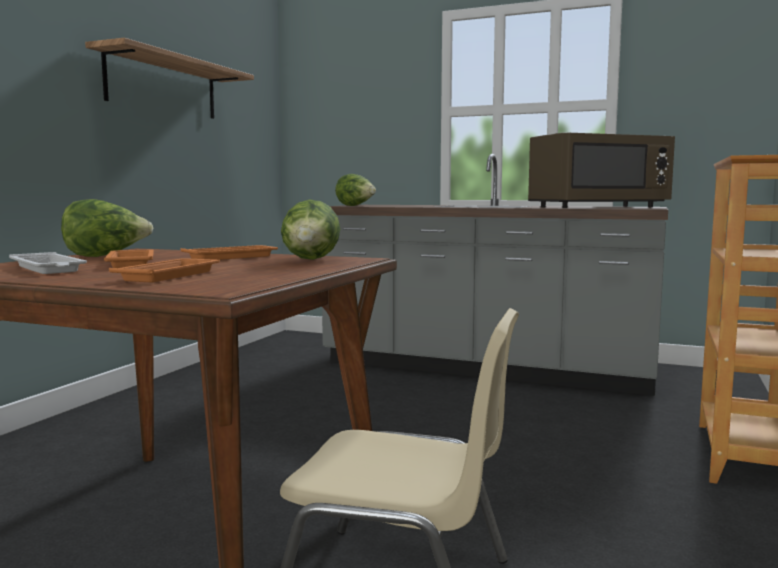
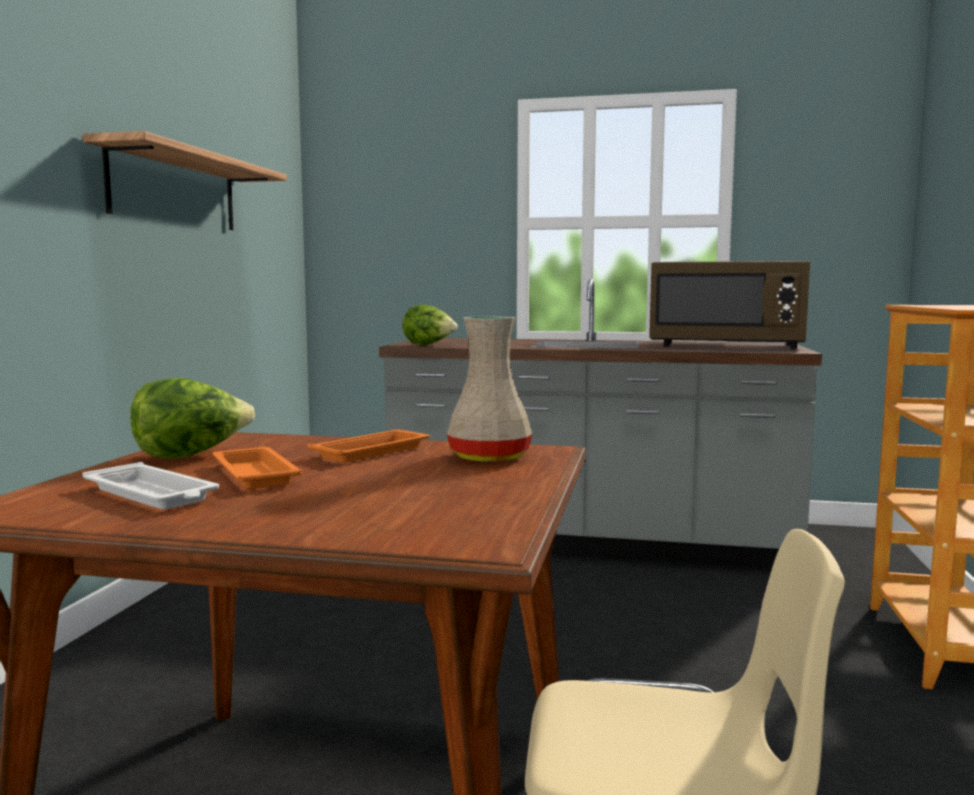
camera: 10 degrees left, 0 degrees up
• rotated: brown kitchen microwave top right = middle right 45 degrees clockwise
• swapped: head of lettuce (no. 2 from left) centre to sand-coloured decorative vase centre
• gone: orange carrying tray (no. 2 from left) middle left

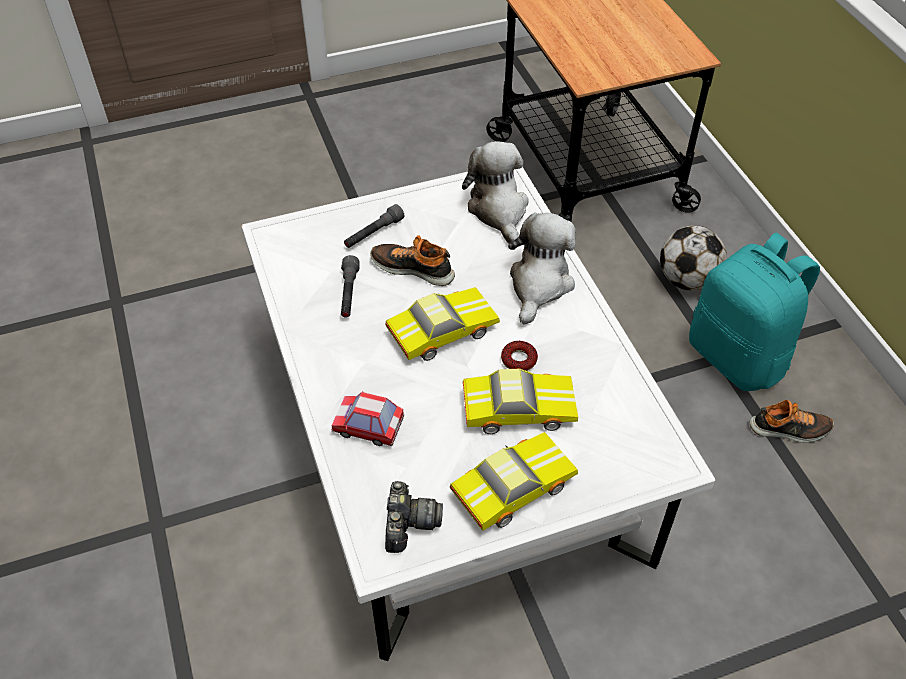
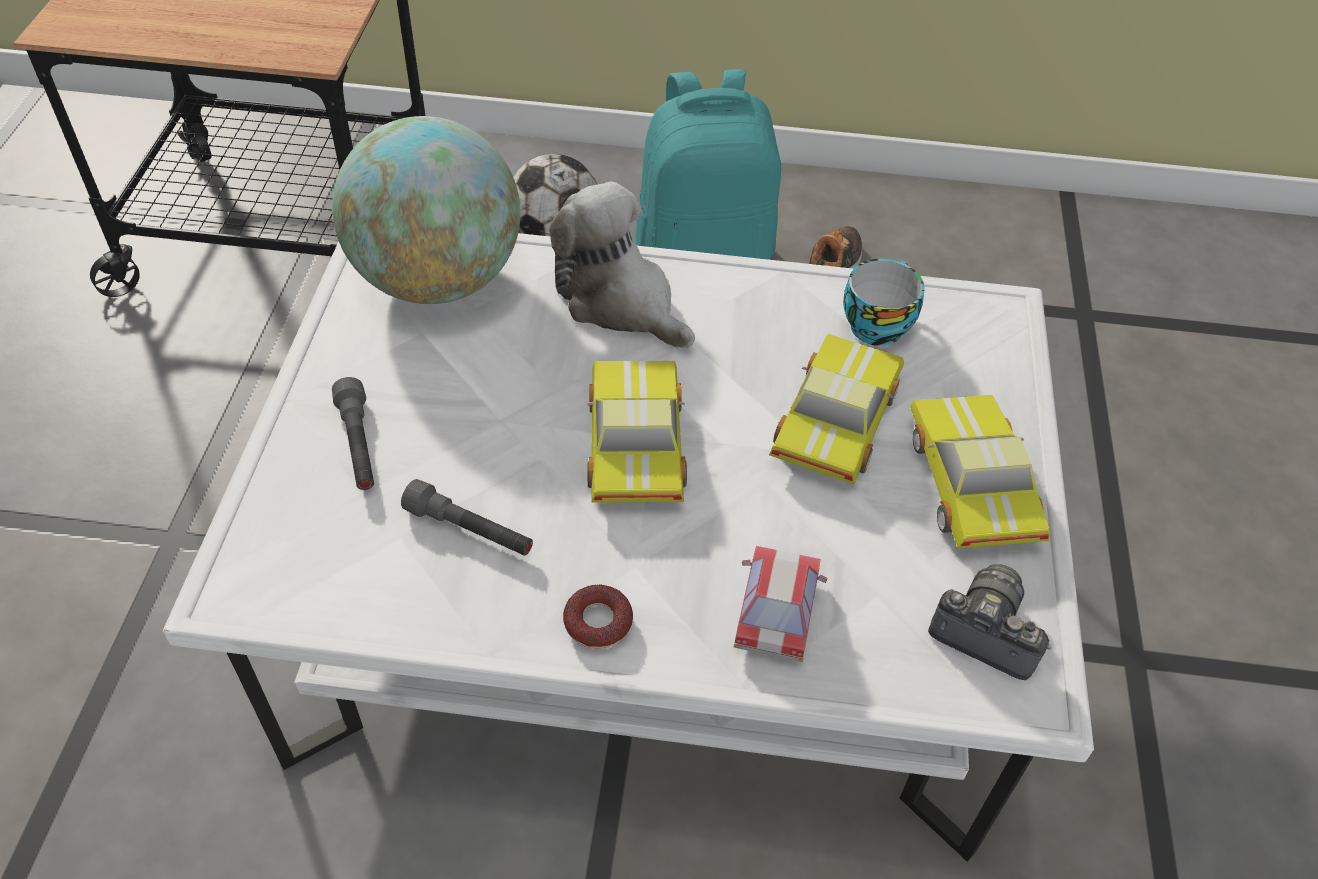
camera: 65 degrees left, 0 degrees up
• swapped: cuddly toy (no. 1 from left) top centre to world globe top left
• gone: shoe (no. 1 from left) centre
• shifted: ring doughnut centre to bottom centre
• rotated: miniature car (no. 1 from left in the first image) centre = bottom centre 150 degrees clockwise
• new: small cup middle right

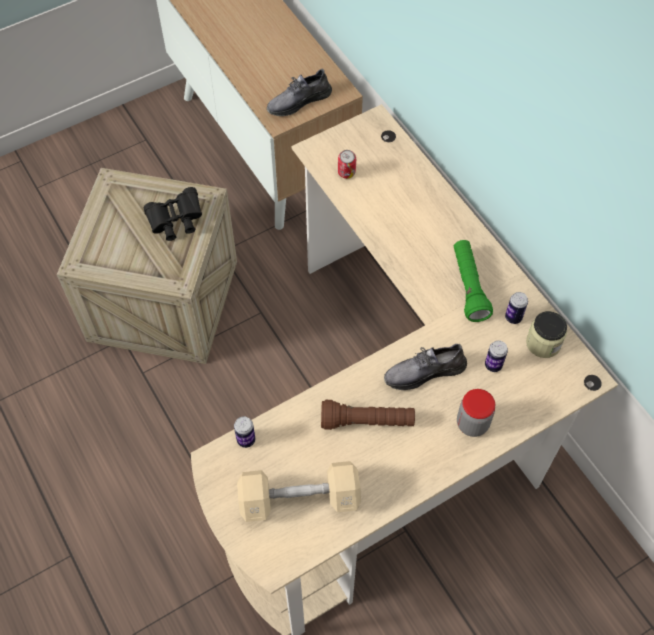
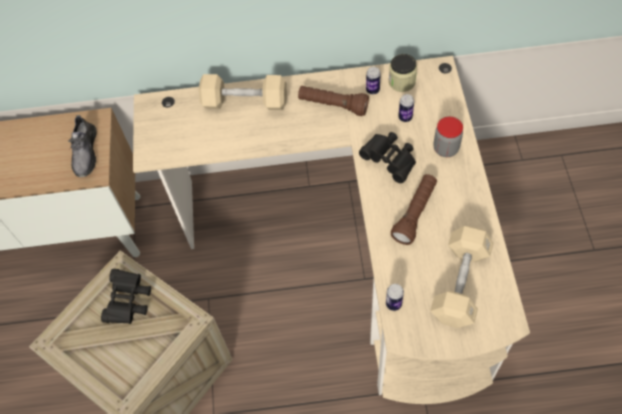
camera: 60 degrees left, 0 degrees up
• gone: metal can (no. 2 from left) top centre
• repainted: green torch middle right to brown torch (no. 1 from left) top centre
• swapped: greyish shoe (no. 2 from left) centre to black pair of binoculars (no. 2 from left) centre
• new: sand-coloured free weight (no. 1 from left) top centre

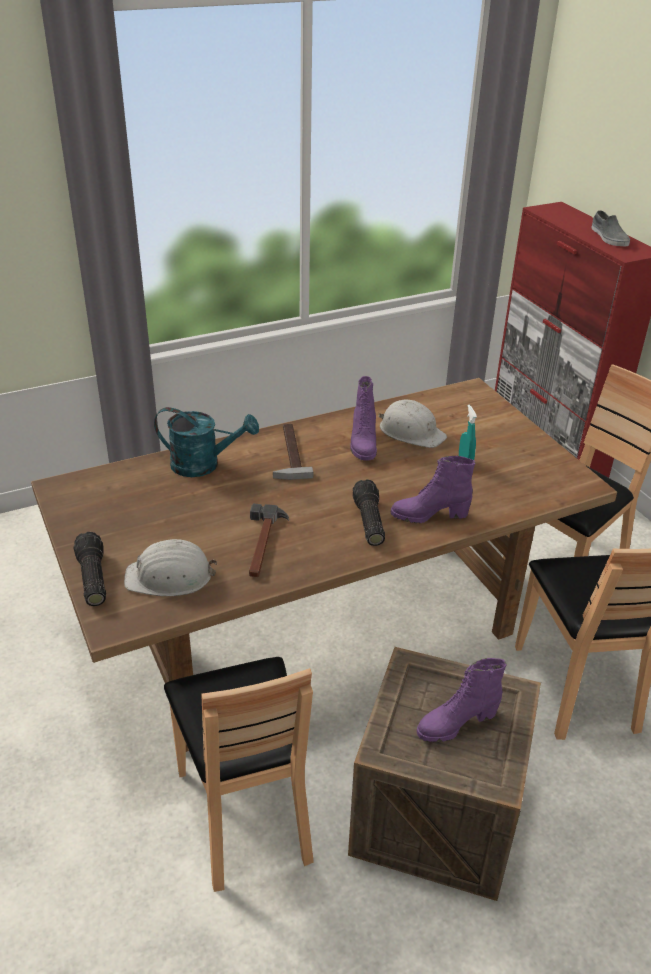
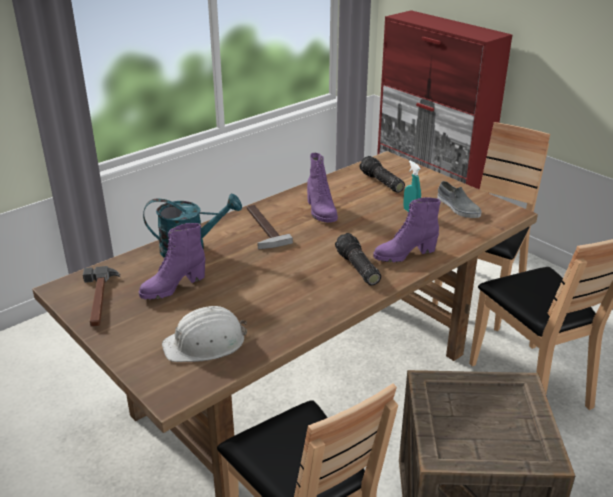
camera: 15 degrees left, 5 degrees down
• shifted: greyish shoe top right to middle right
• gone: whitish work helmet (no. 2 from left) centre
• shifted: hand hammer (no. 1 from left) centre to middle left
• shifted: torch (no. 1 from left in the first image) middle left to torch (no. 2 from left) centre
• shifted: purple boot (no. 3 from left in the first image) bottom right to purple boot (no. 1 from left) middle left

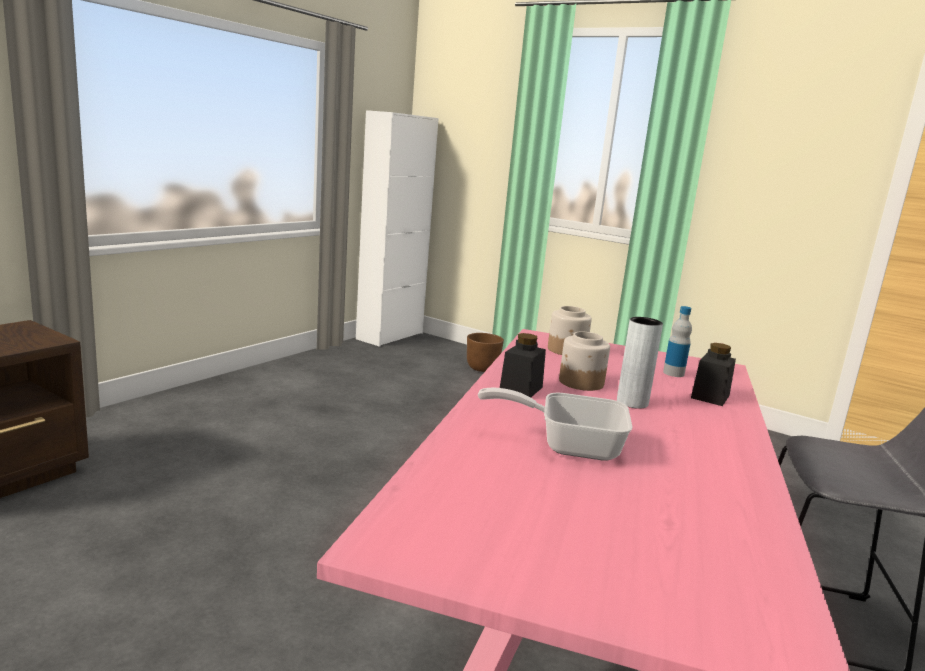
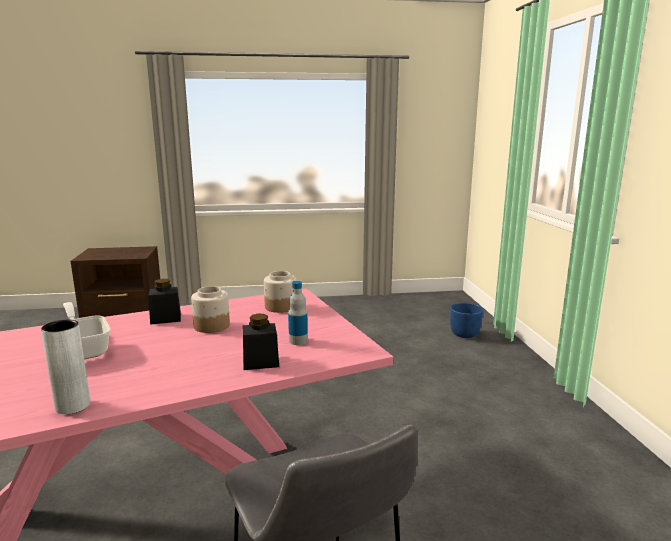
camera: 50 degrees right, 0 degrees up
• gone: whitish cupboard centre
• shifted: greyish decorative vase middle right to bottom left
• repainted: brown planter centre to blue-coloured planter middle right

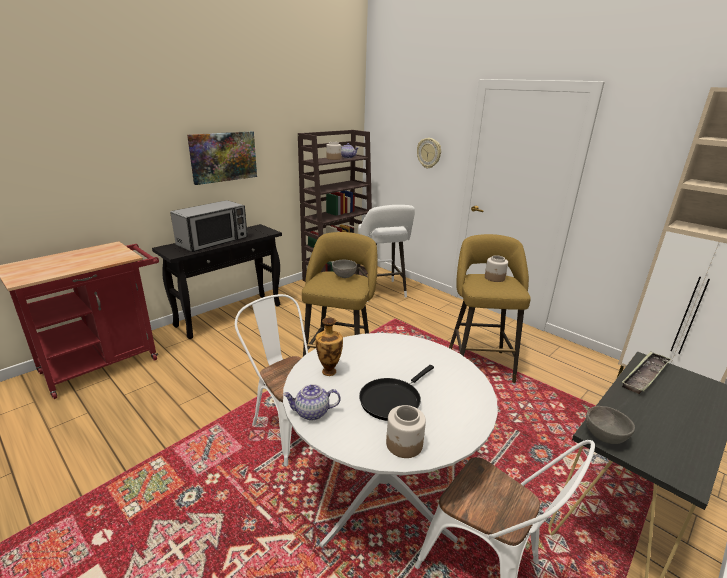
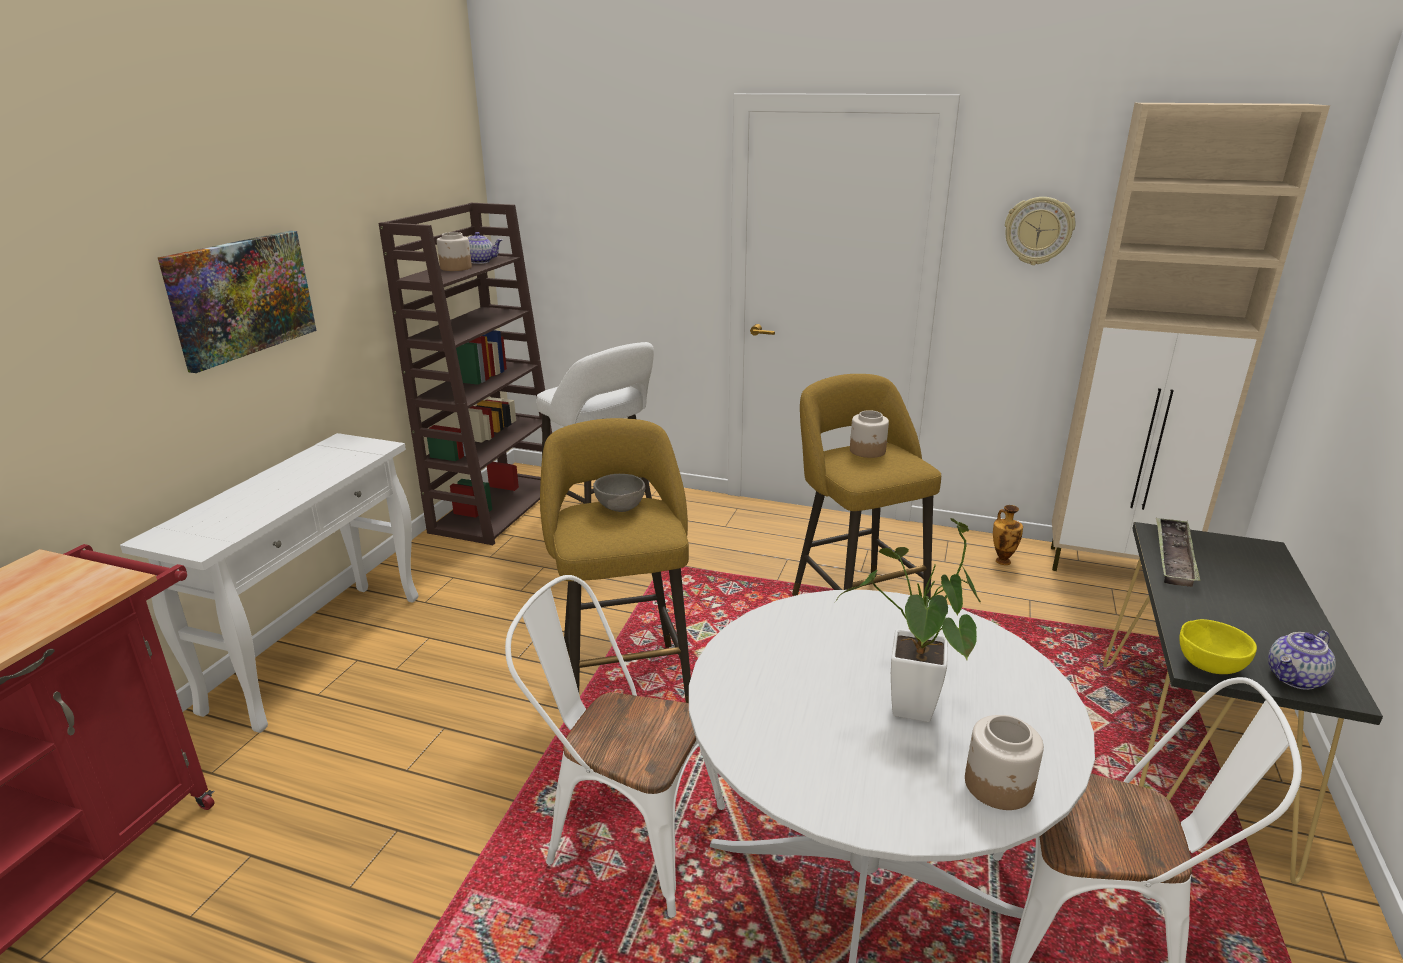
camera: 25 degrees left, 0 degrees up
• shifted: clock on the wall top centre to top right
• gone: kitchen microwave middle left
• repainted: black narrow table (no. 1 from left) middle left to whitish narrow table middle left
• shifted: decorative vase centre to middle right
• swapped: black skillet bottom centre to plant in a pot centre
• shifted: teapot (no. 1 from left in the first image) bottom centre to teapot (no. 2 from left) bottom right
• repainted: greyish deep dish (no. 2 from left) bottom right to yellow-coloured deep dish bottom right

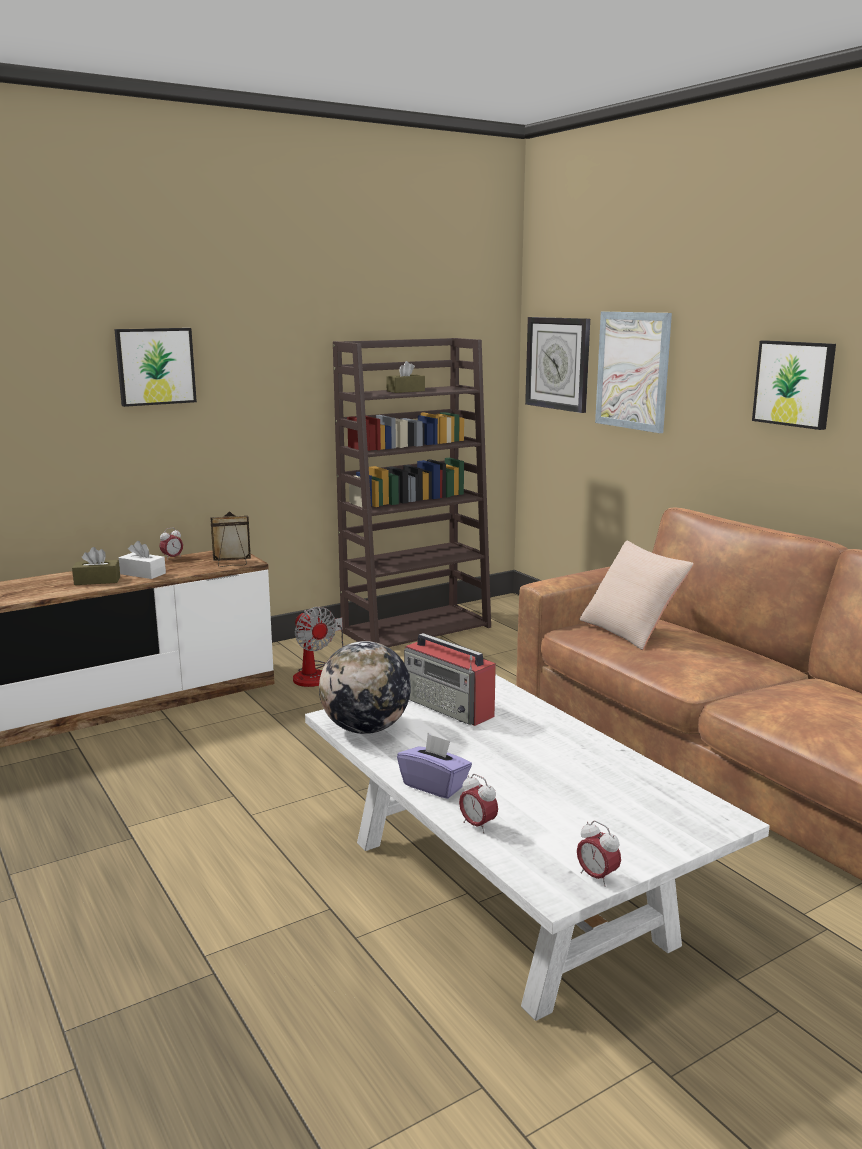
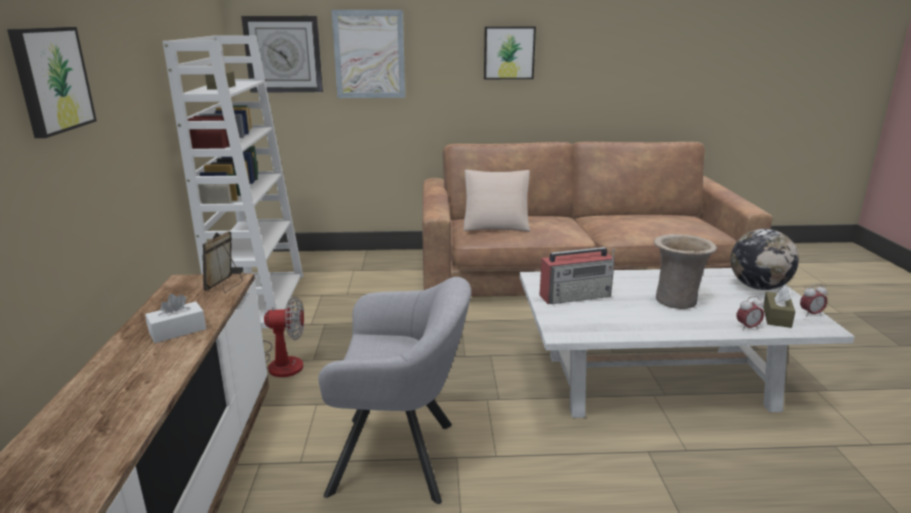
camera: 60 degrees left, 5 degrees up
• repainted: brown bookshelf centre to whitish bookshelf middle left
• gone: alarm clock (no. 1 from left) middle left
• shifted: brown tissue box (no. 1 from left in the first image) middle left to brown tissue box (no. 2 from left) middle right
• shifted: world globe centre to middle right
• gone: purple tissue box bottom centre
• new: sand-coloured decorative vase middle right
• new: greyish armchair bottom centre

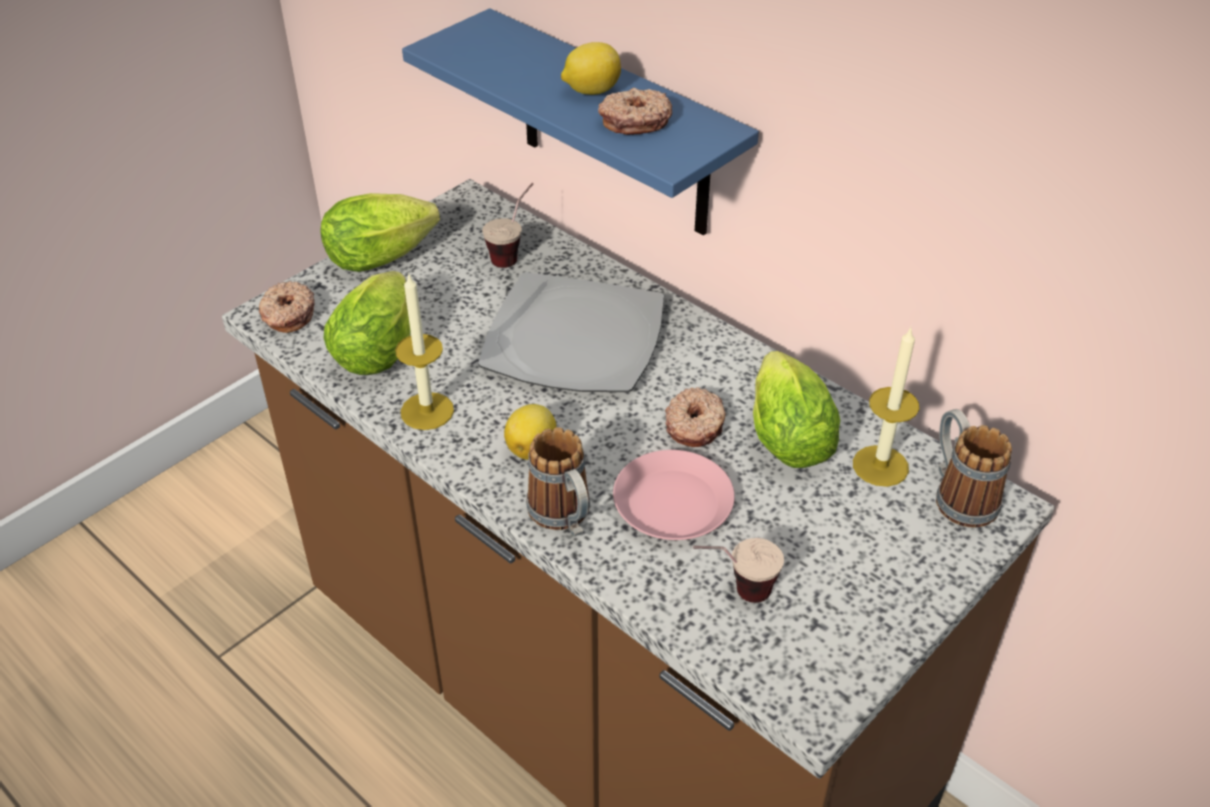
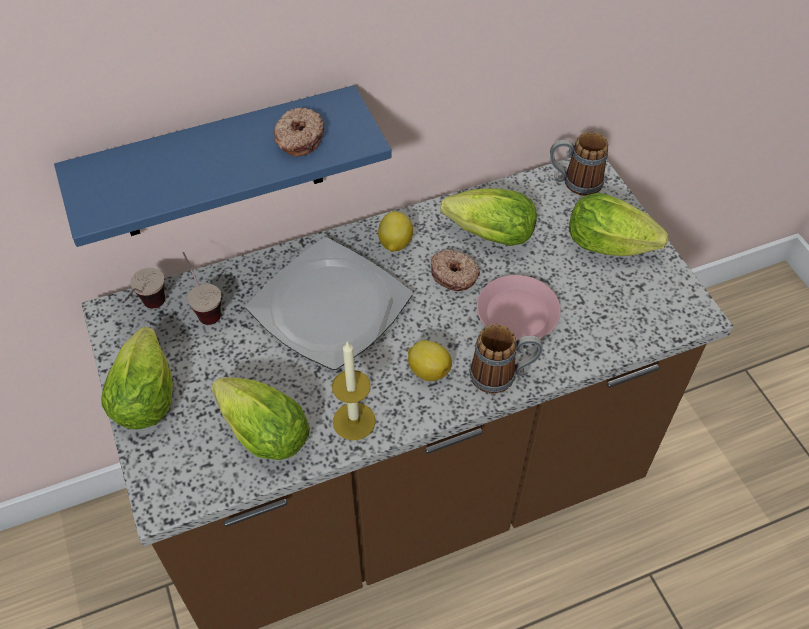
camera: 65 degrees left, 10 degrees up
• shifted: lemon (no. 2 from left in the first image) top centre to lemon (no. 1 from left) centre
• gone: ring doughnut (no. 1 from left) middle left
• gone: wax candle (no. 2 from left) middle right
• shifted: small cup (no. 2 from left in the first image) bottom centre to small cup (no. 1 from left) middle left
• new: head of lettuce (no. 4 from left) middle right

